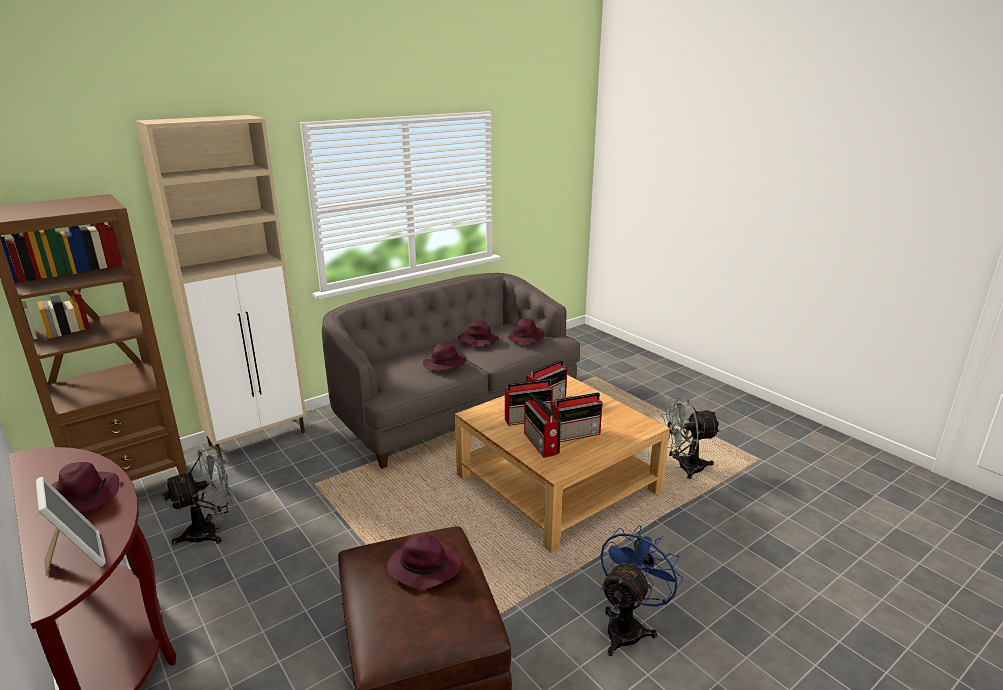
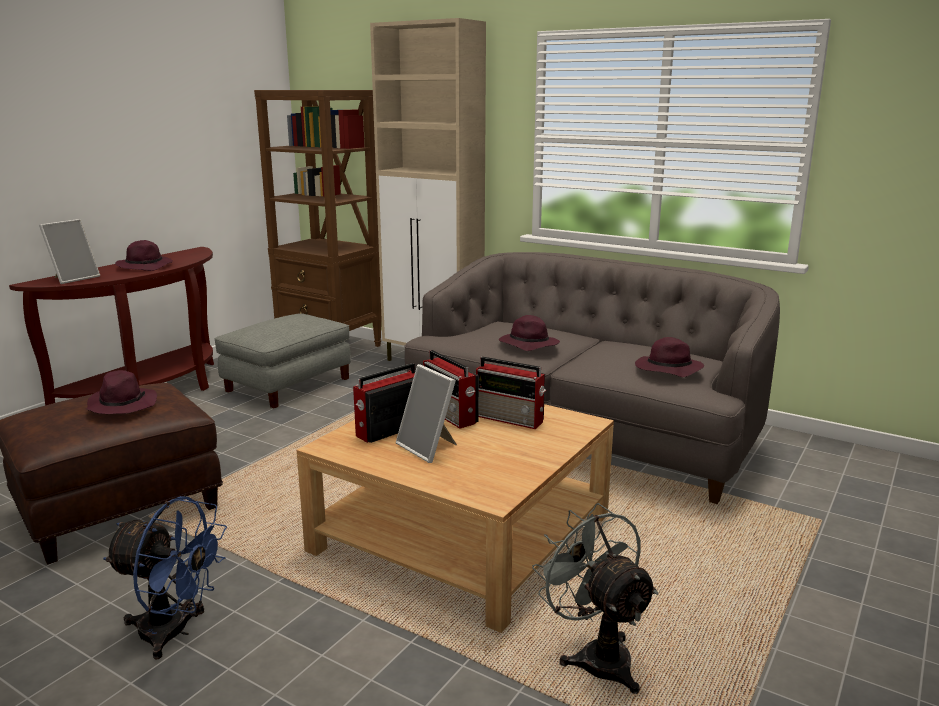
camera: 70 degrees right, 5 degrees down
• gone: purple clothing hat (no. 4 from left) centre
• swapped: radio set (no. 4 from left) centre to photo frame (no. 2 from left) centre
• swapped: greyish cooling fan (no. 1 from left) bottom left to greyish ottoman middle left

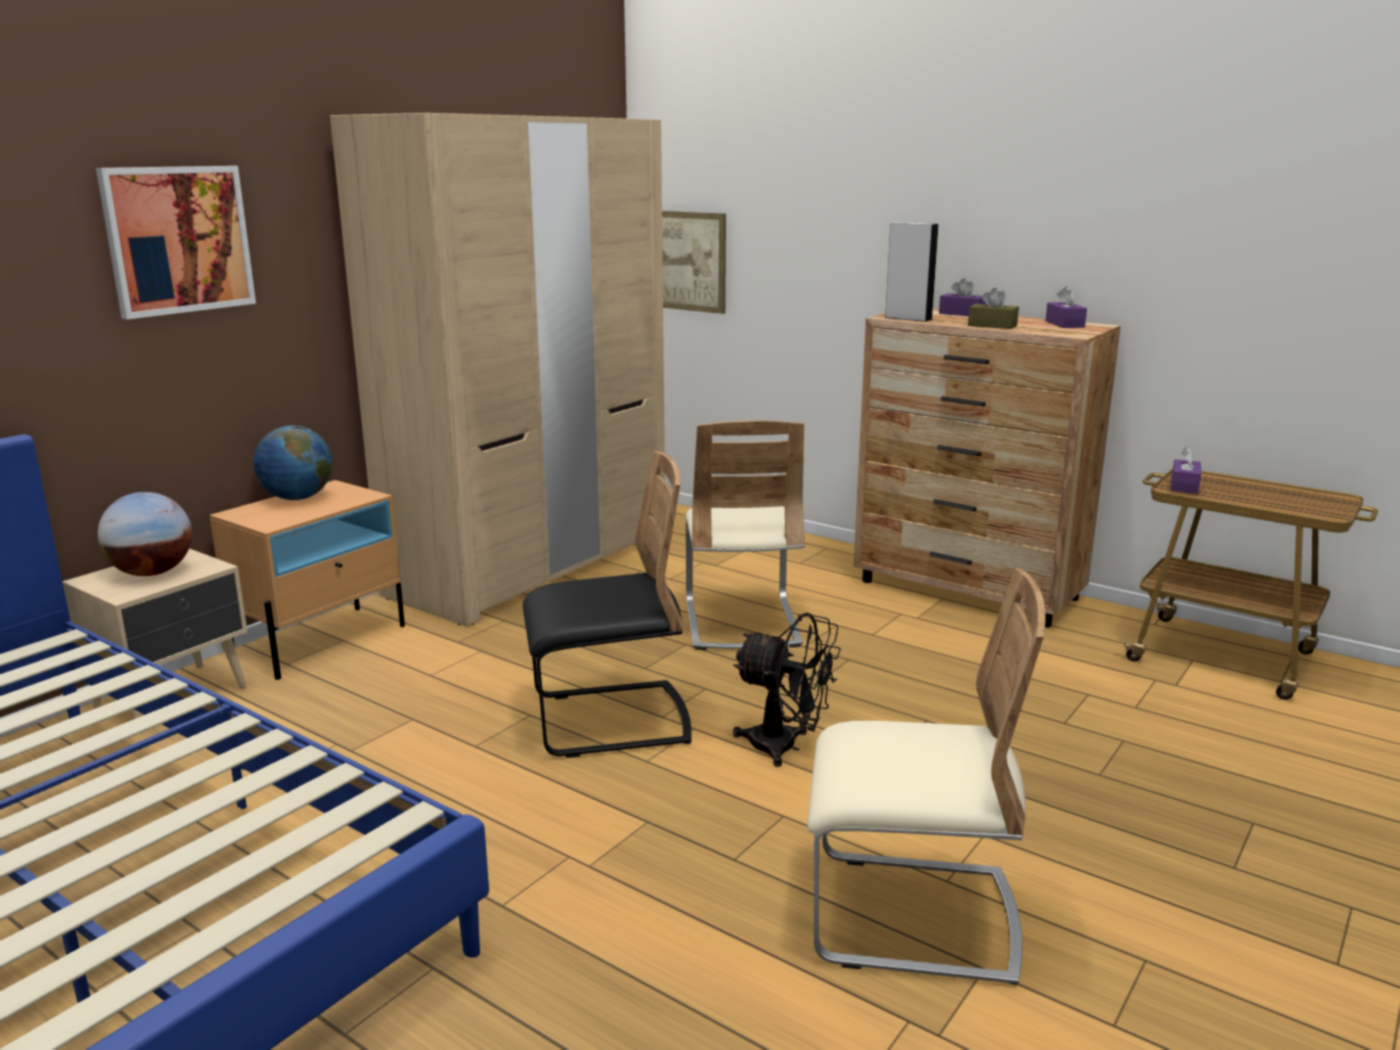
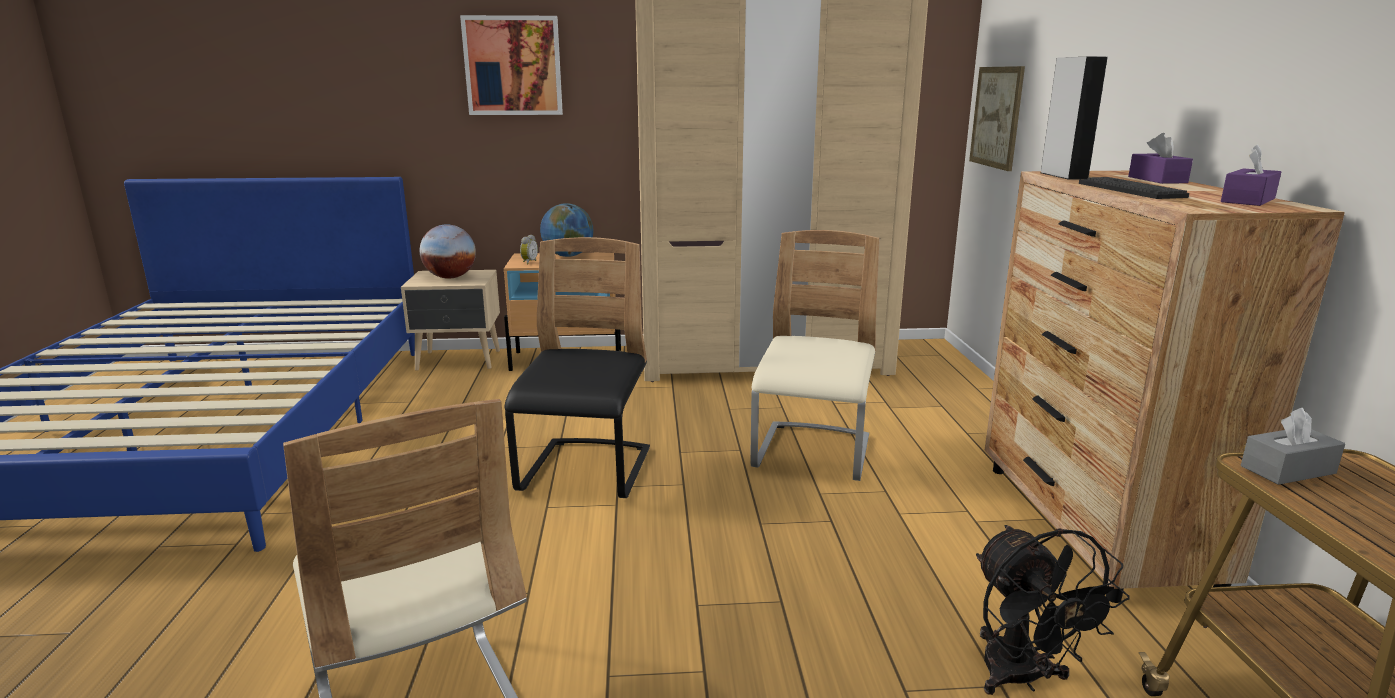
camera: 50 degrees right, 0 degrees up
• swapped: brown tissue box top right to keyboard top right
• rotated: sand-coloured upright chair (no. 1 from left in the first image) centre = centre 150 degrees clockwise
• repainted: purple tissue box (no. 3 from left) middle right to greyish tissue box middle right
• rotated: black upright chair centre = centre 120 degrees counterclockwise
• shifted: black cooling fan centre to bottom right
• new: alarm clock centre

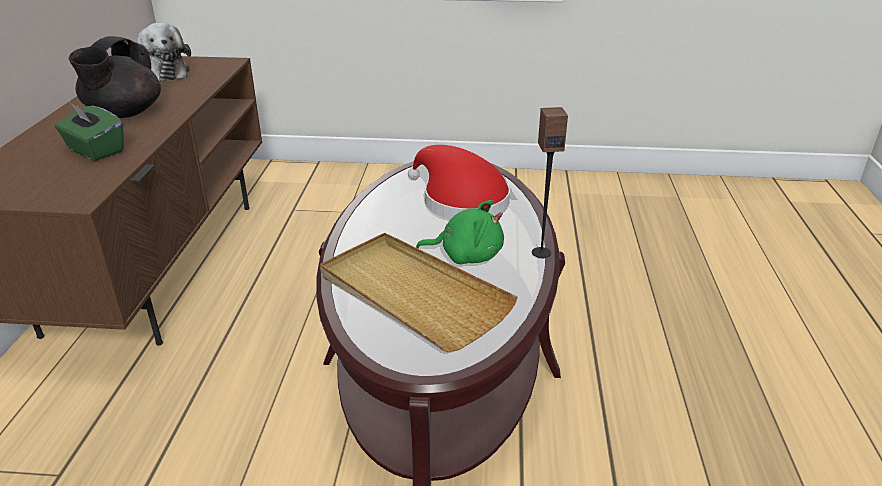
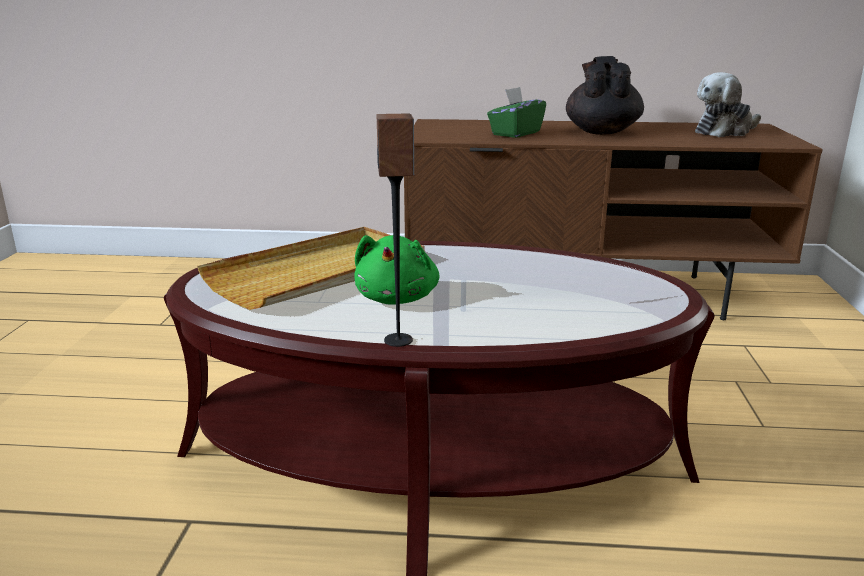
camera: 90 degrees right, 10 degrees down
• rotated: black teapot top left = top right 75 degrees clockwise
• gone: reddish clothing hat centre

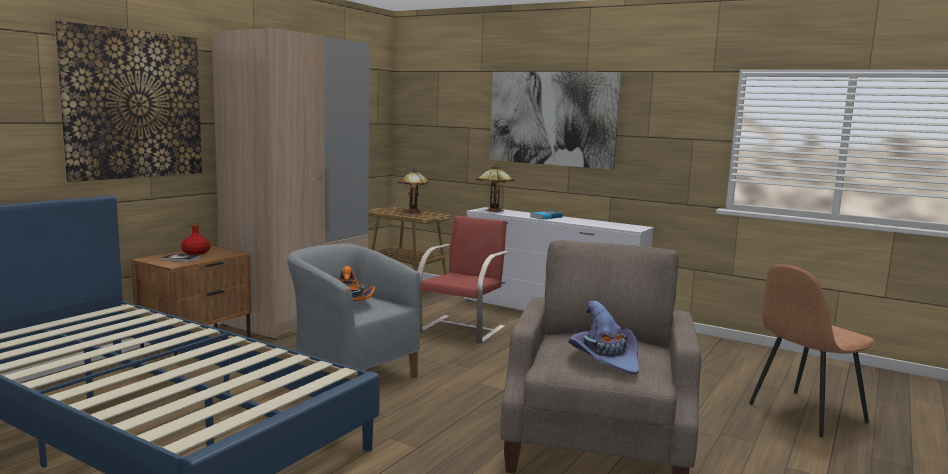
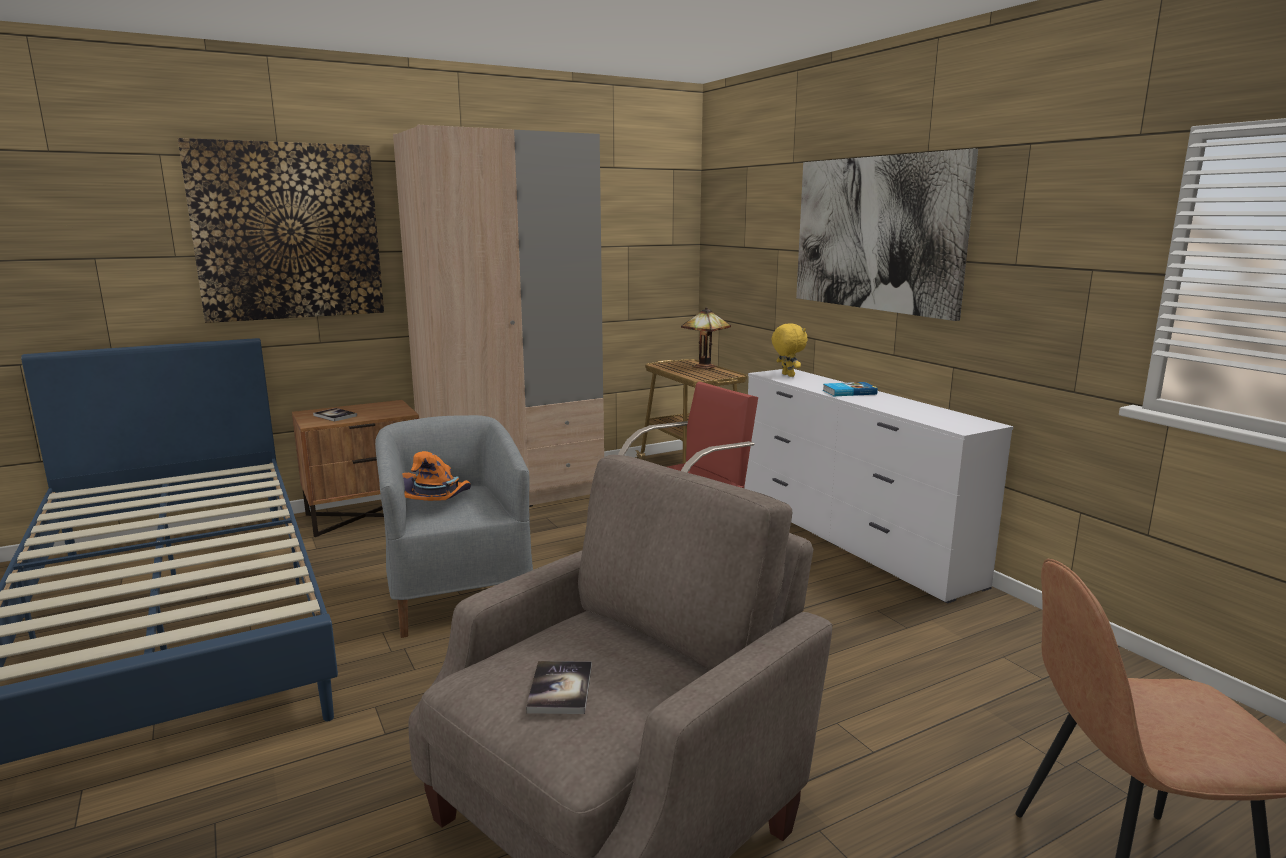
camera: 30 degrees right, 5 degrees up
• swapped: tabletop lamp (no. 2 from left) centre to yellow-coloured cuddly toy centre
• gone: reddish drink bottle middle left
• swapped: purple clothing hat bottom centre to bound book (no. 2 from left) bottom centre

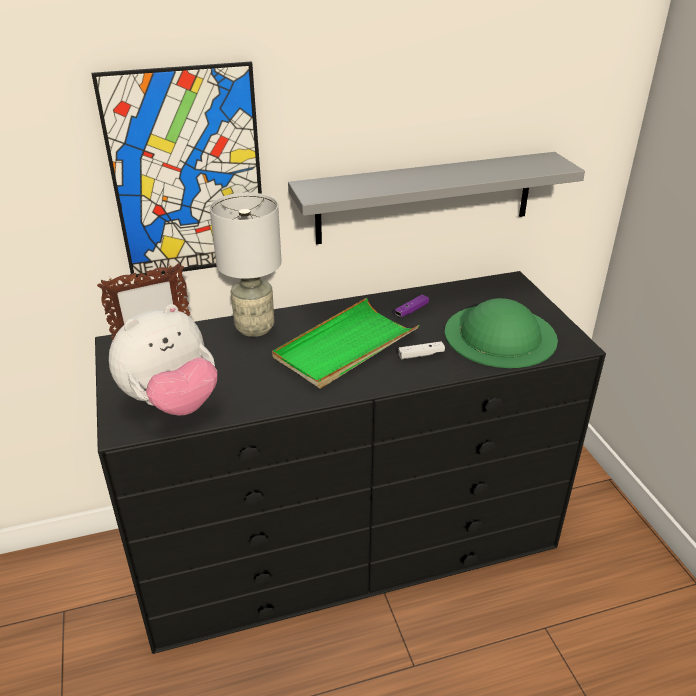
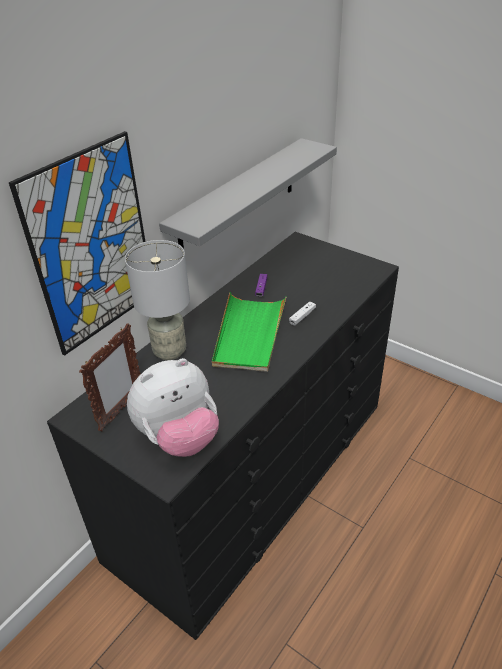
camera: 35 degrees left, 5 degrees up
• gone: green clothing hat middle right
• rotated: cuddly toy middle left = centre 45 degrees clockwise

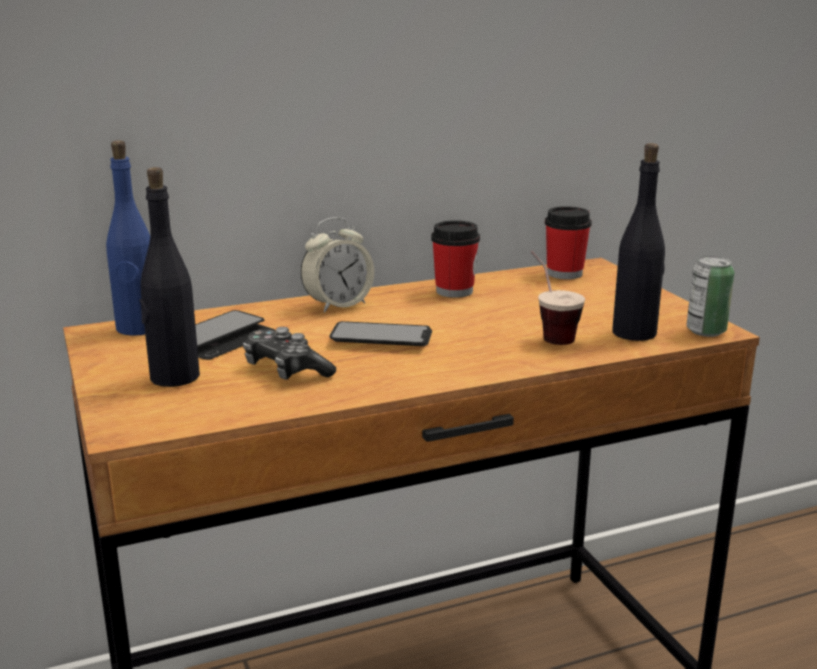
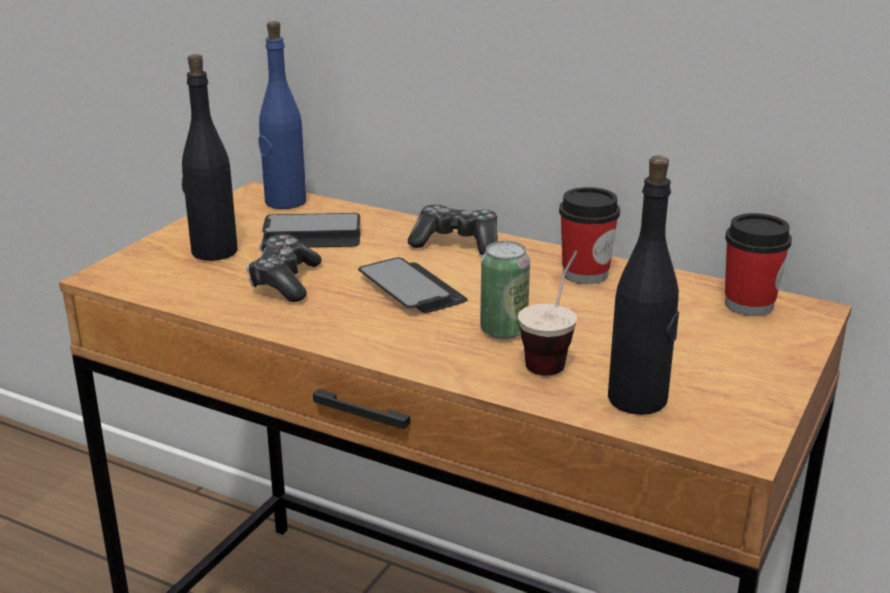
camera: 50 degrees right, 5 degrees up
• swapped: alarm clock centre to game controller (no. 2 from left) centre
• shifted: metal can middle right to centre

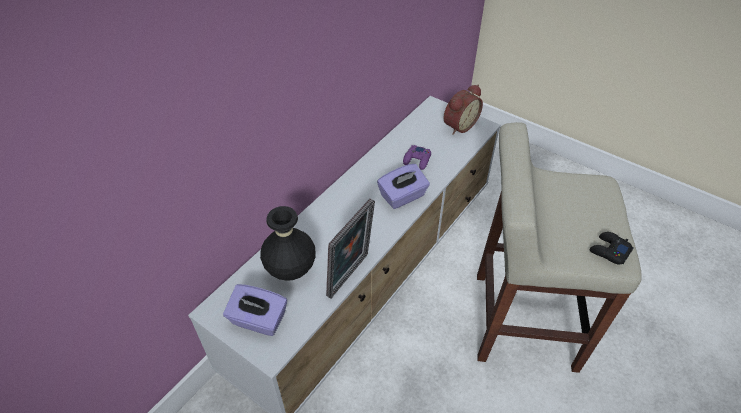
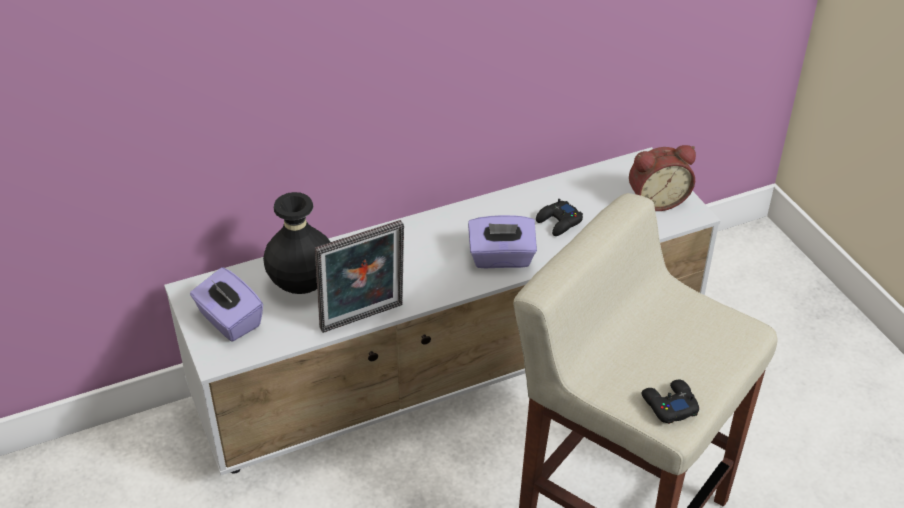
camera: 30 degrees right, 5 degrees down
• repainted: purple game controller centre to black game controller (no. 1 from left) centre

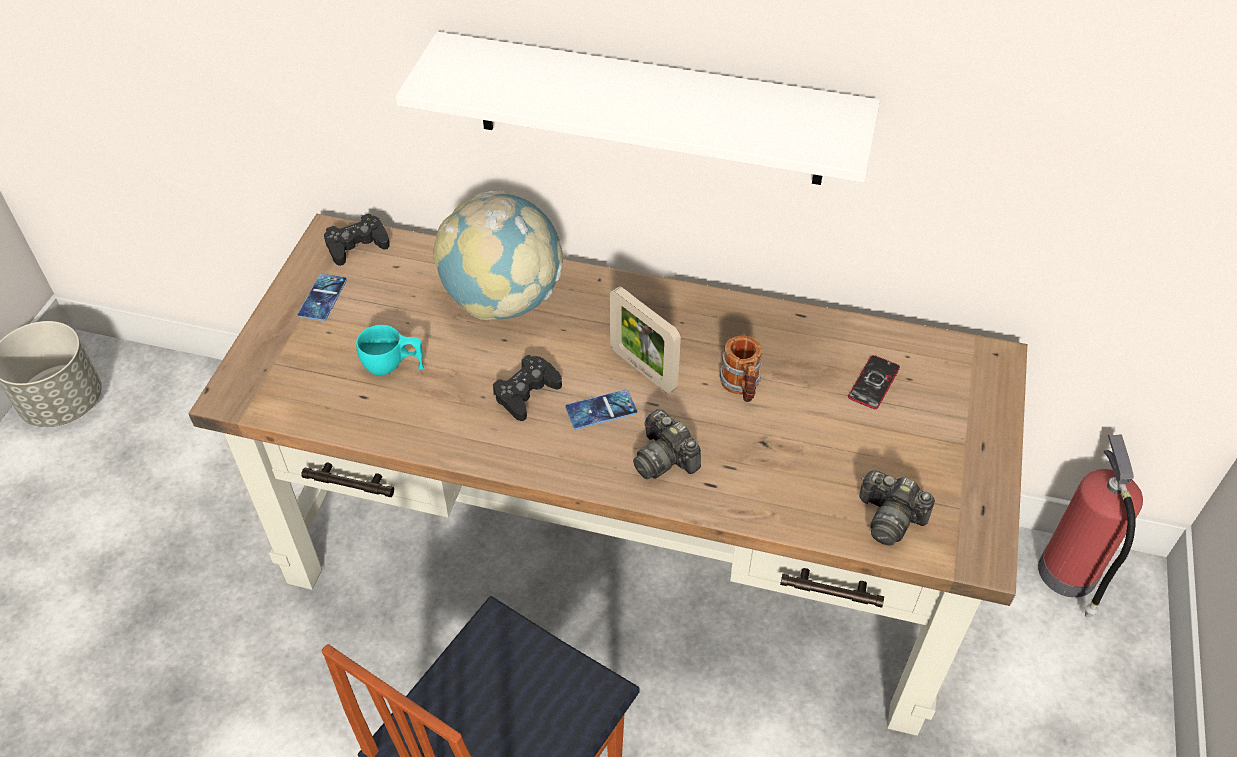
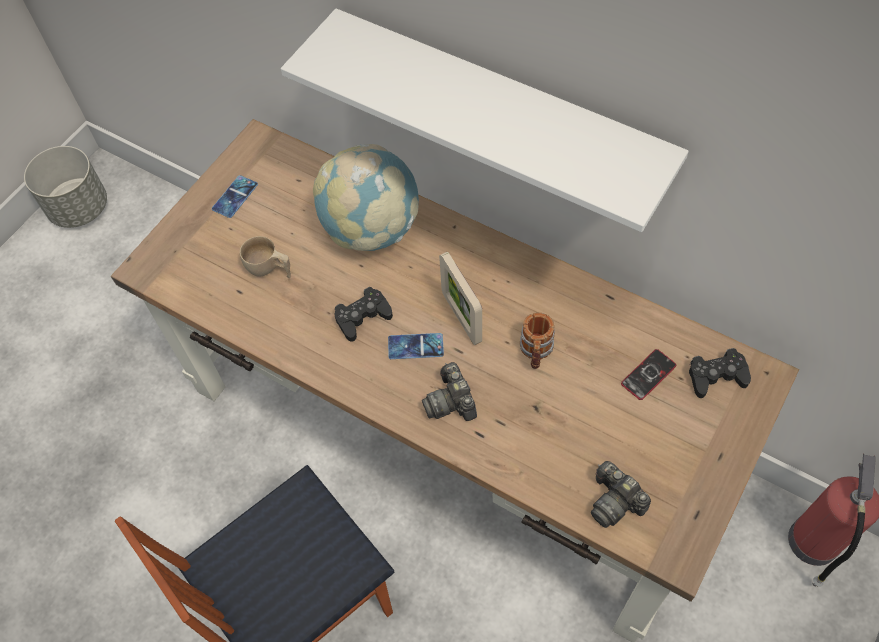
camera: 20 degrees right, 10 degrees up
• shifted: black game controller (no. 1 from left in the first image) top left to black game controller (no. 2 from left) middle right
• repainted: turquoise-coloured small cup middle left to sand-coloured small cup middle left

